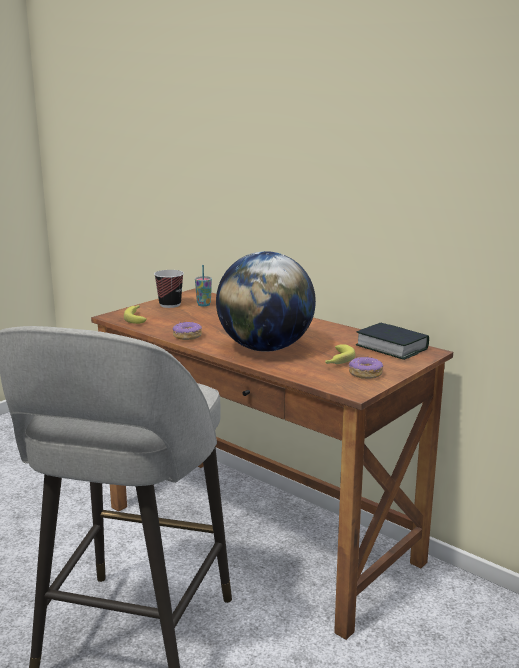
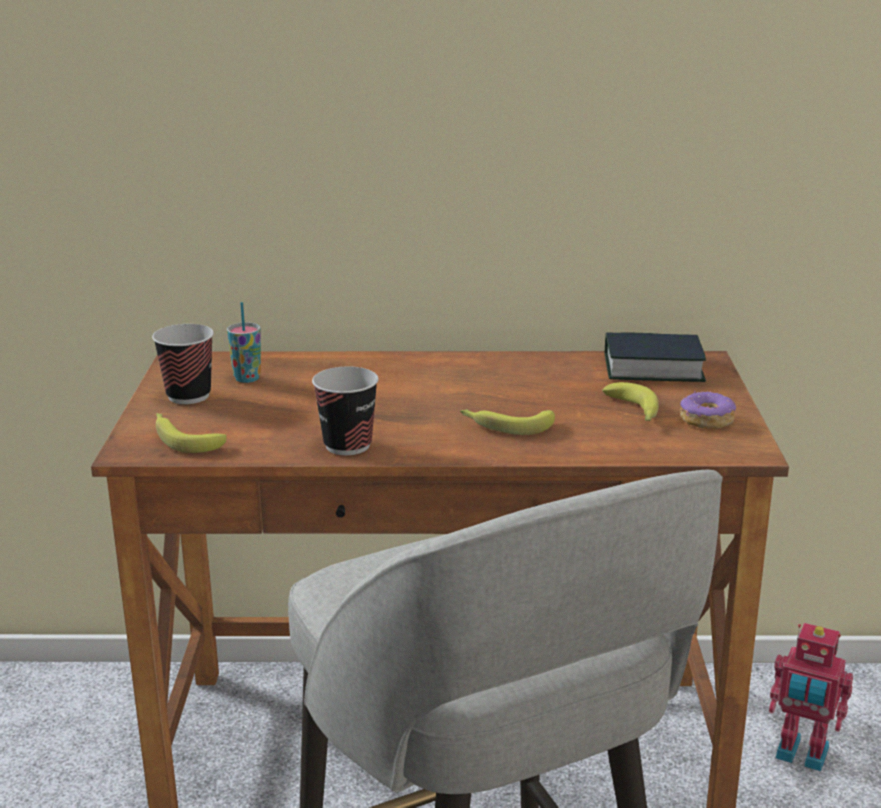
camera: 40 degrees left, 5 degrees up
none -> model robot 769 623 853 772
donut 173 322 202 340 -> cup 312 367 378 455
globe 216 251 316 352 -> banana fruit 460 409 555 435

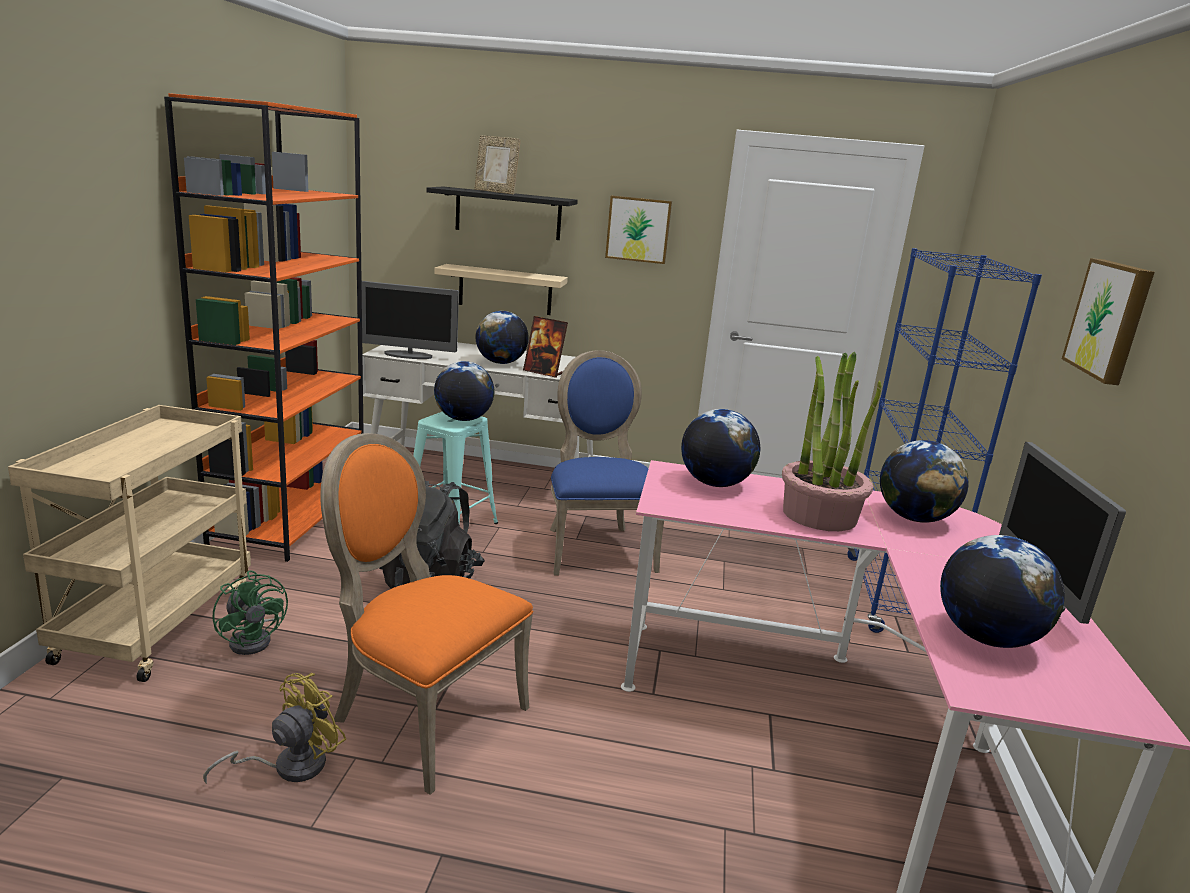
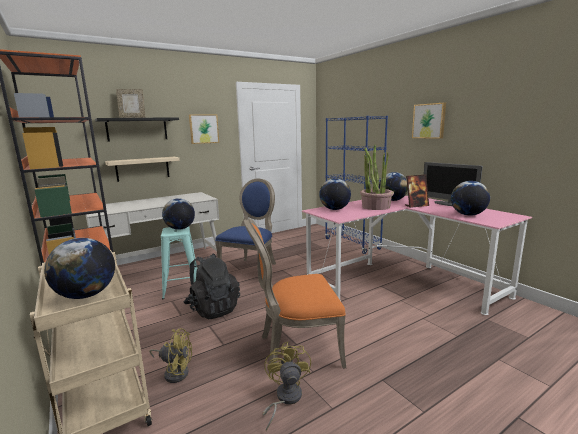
camera: 40 degrees left, 5 degrees down
computer screen 362 281 459 359 -> none
globe 476 311 529 364 -> globe 44 238 115 299, move
standing frame 523 316 568 378 -> standing frame 405 175 429 208, move
green electric fan 213 570 288 655 -> yellowish electric fan 149 328 192 383
bluish plain chair 550 350 664 576 -> bluish plain chair 215 178 276 265, 75 degrees clockwise

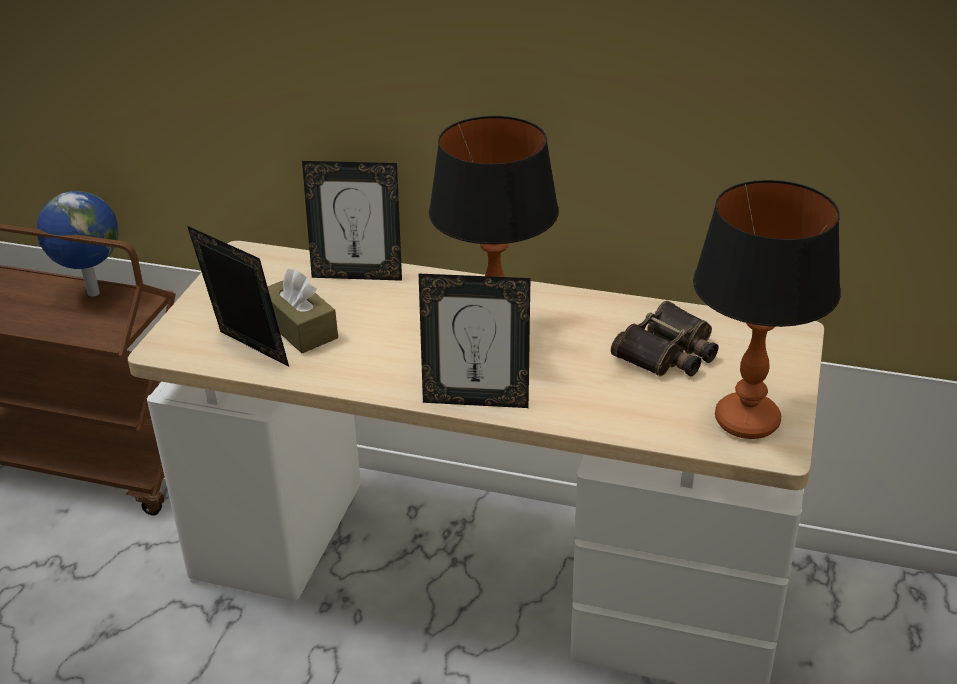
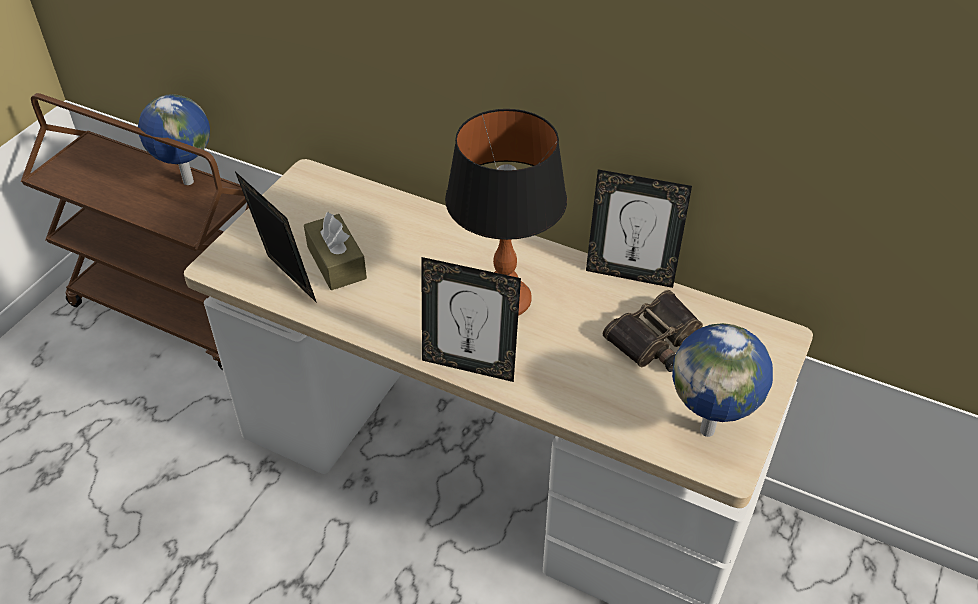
camera: 10 degrees right, 10 degrees up
standing frame 302 161 402 281 -> standing frame 586 169 692 288, move
table lamp 693 180 841 439 -> globe 672 323 773 437

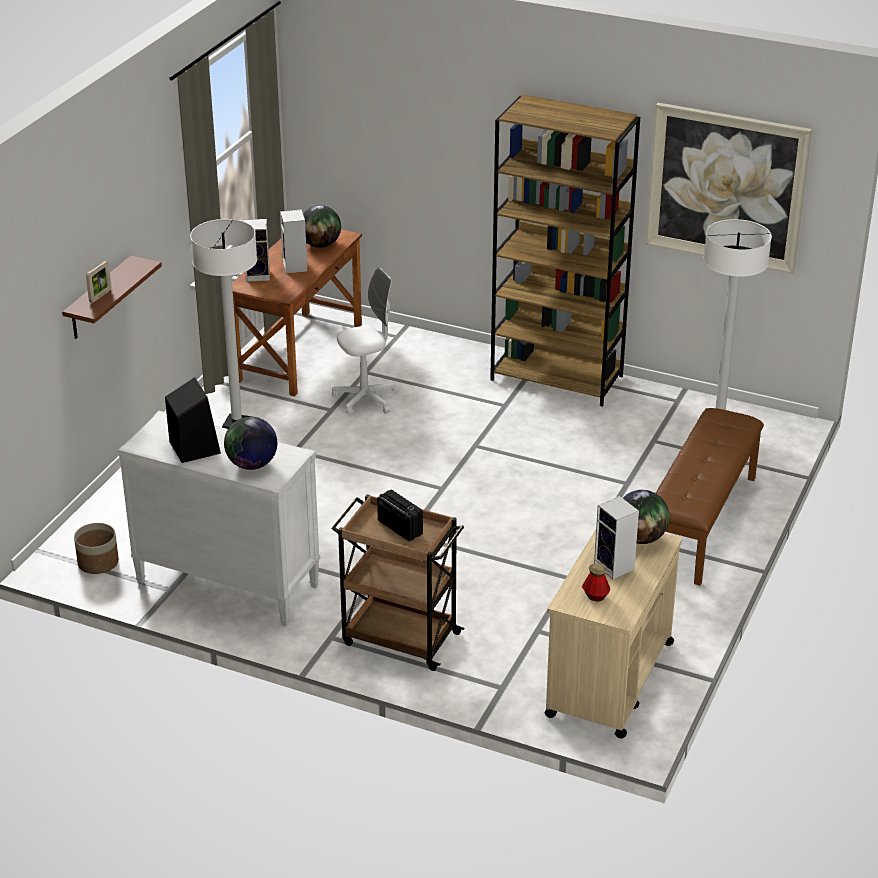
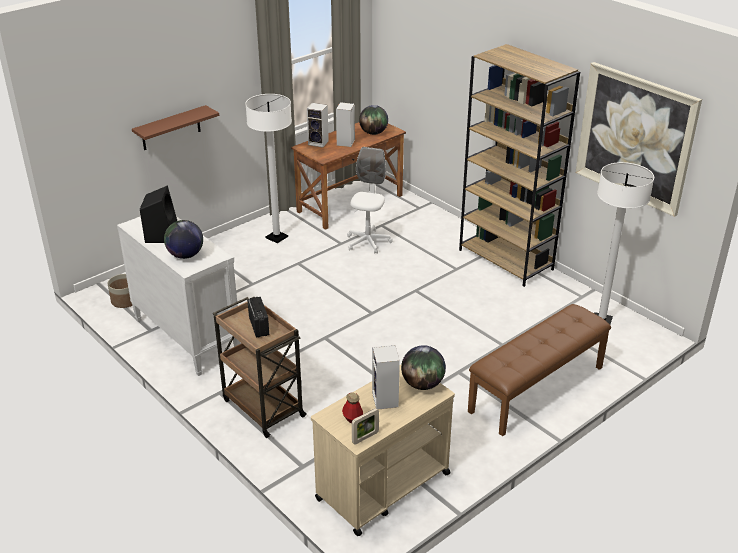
camera: 25 degrees right, 0 degrees up
standing frame 86 261 111 302 -> standing frame 352 408 379 444, move
white office chair 332 267 399 416 -> white office chair 347 147 393 254, 75 degrees counterclockwise

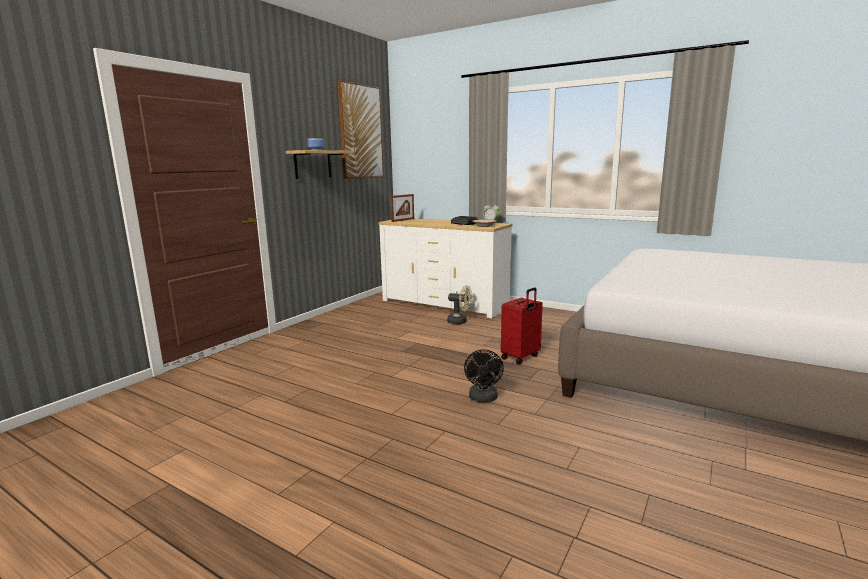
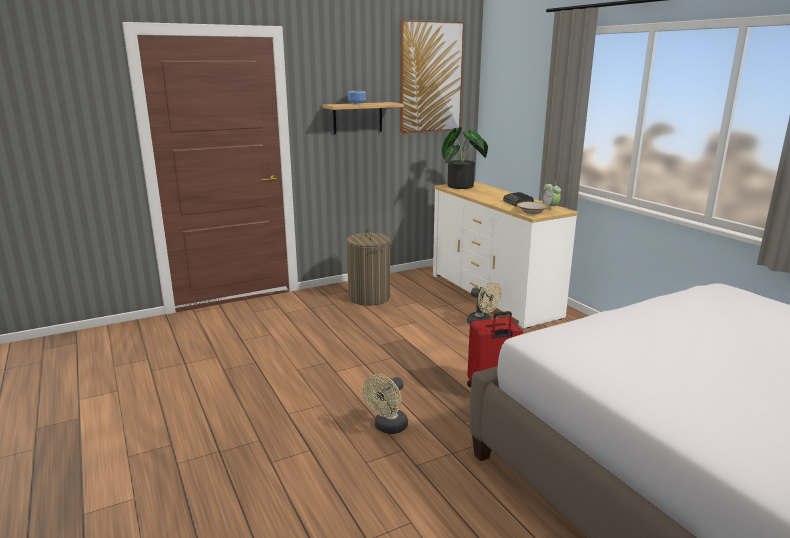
camera: 30 degrees right, 5 degrees up
none -> hamper 346 229 391 306
standing frame 391 194 414 222 -> potted plant 442 127 488 189
blackish electric fan 464 349 504 402 -> beige-coloured electric fan 363 374 408 434

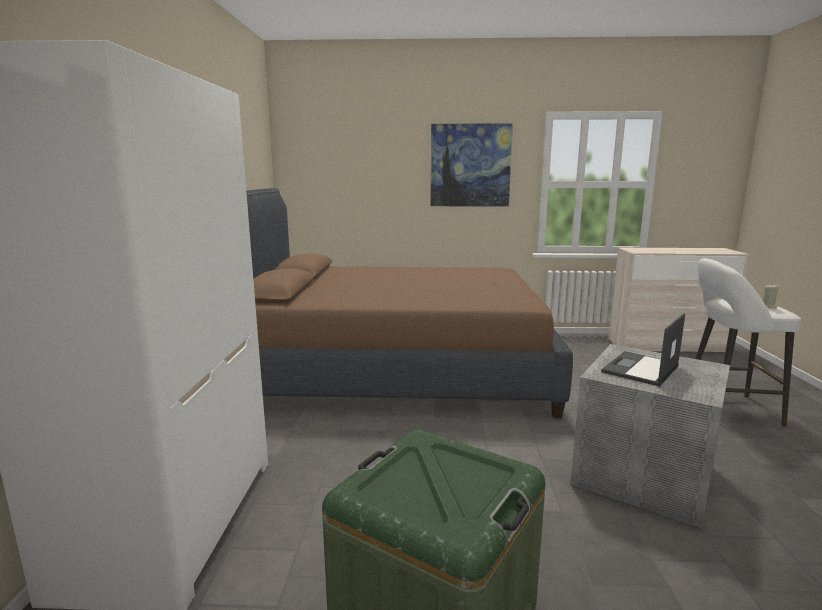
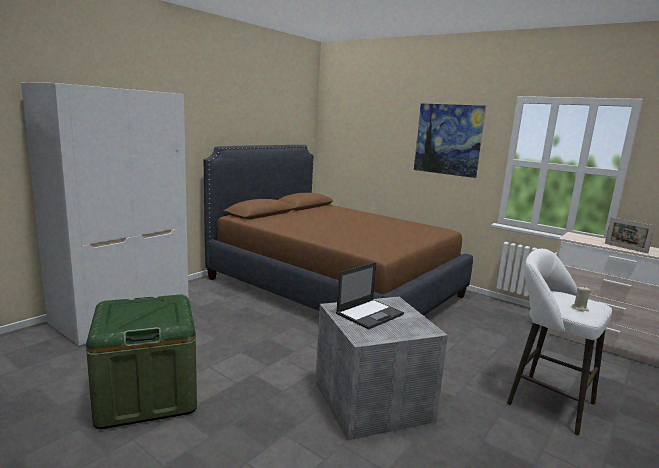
camera: 35 degrees right, 0 degrees up
none -> standing frame 605 217 655 253
laptop 601 313 685 387 -> laptop 336 262 404 330, 150 degrees clockwise

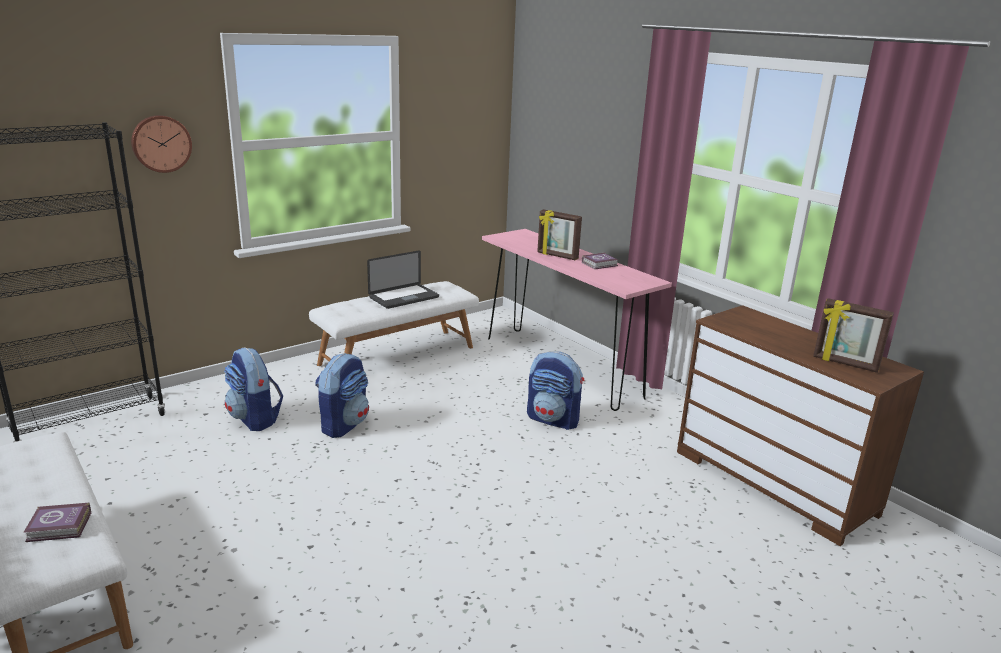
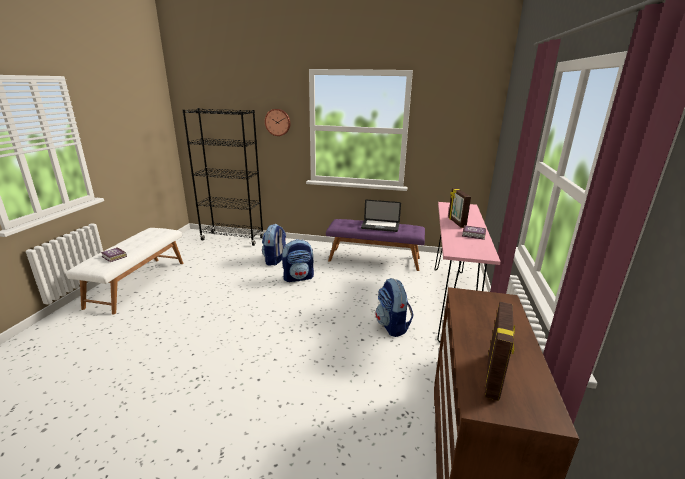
camera: 50 degrees right, 0 degrees up
white long seat 309 281 479 366 -> purple-coloured long seat 326 219 425 271
standing frame 813 298 894 373 -> standing frame 485 302 515 401, 150 degrees counterclockwise

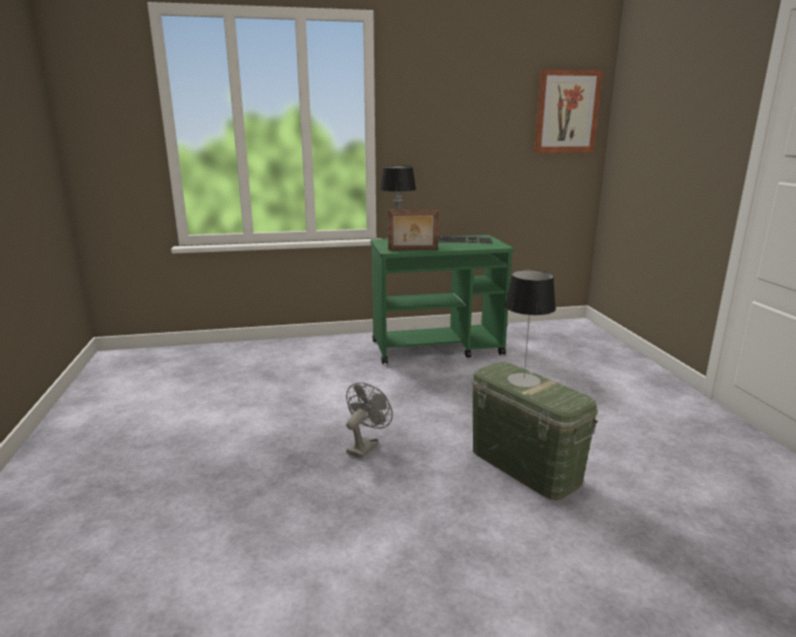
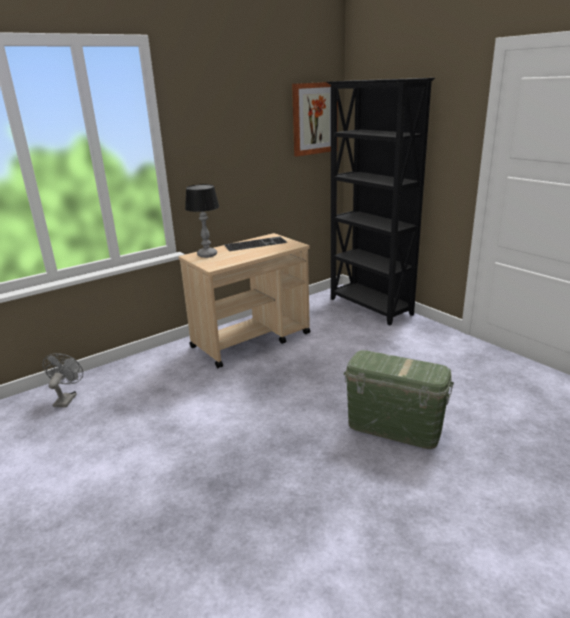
camera: 25 degrees left, 5 degrees up
standing frame 388 210 439 250 -> none
table lamp 505 270 556 387 -> none
none -> blackish shelving unit 326 78 435 325
greyish electric fan 346 382 393 458 -> greyish electric fan 42 353 83 407, move
green trolley 371 235 514 364 -> beige-coloured trolley 178 233 310 368

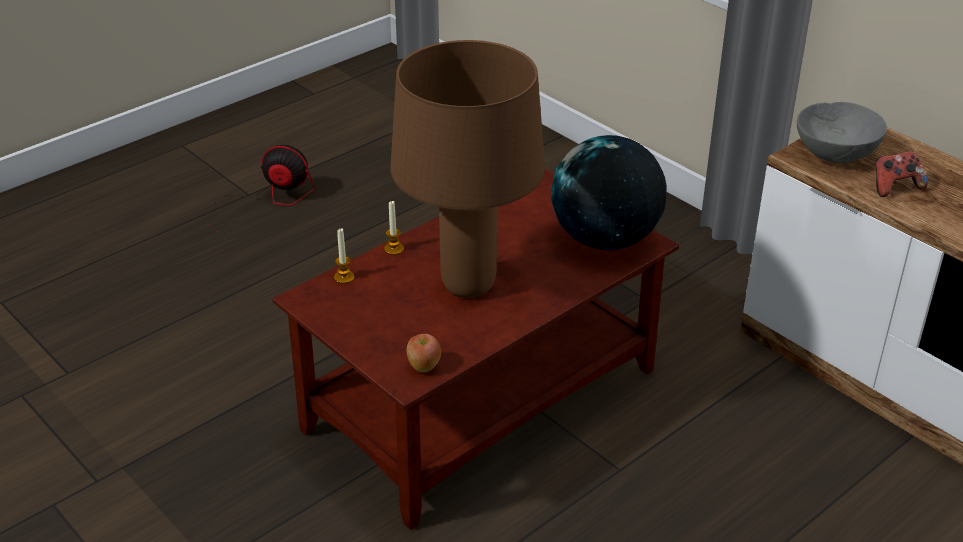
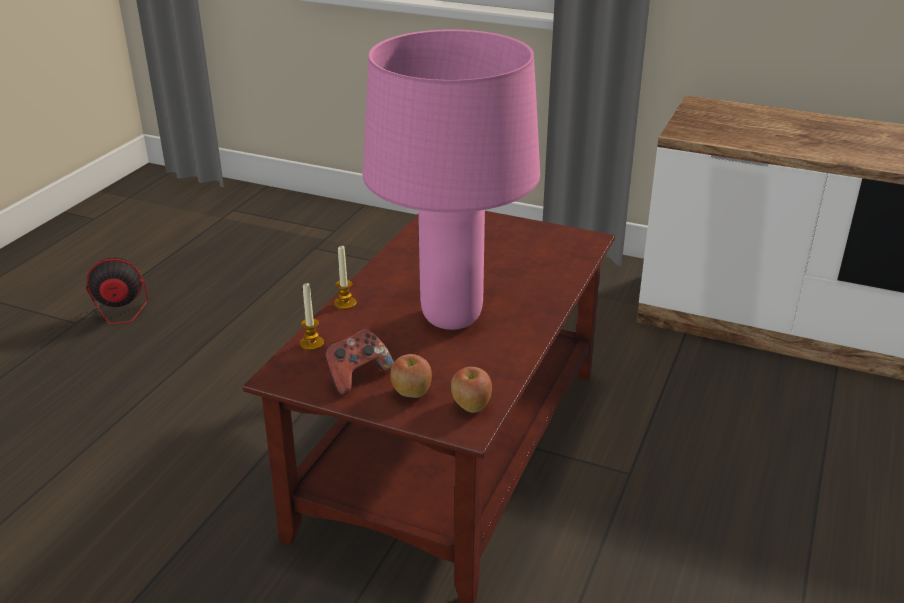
camera: 25 degrees left, 5 degrees down
globe 551 135 666 251 -> none
greyish serving bowl 797 102 887 163 -> none
none -> whole apple 390 354 432 398
joypad 876 151 928 197 -> joypad 325 329 394 395, move
brown-coloured table lamp 391 40 545 298 -> pinkish table lamp 363 30 540 330

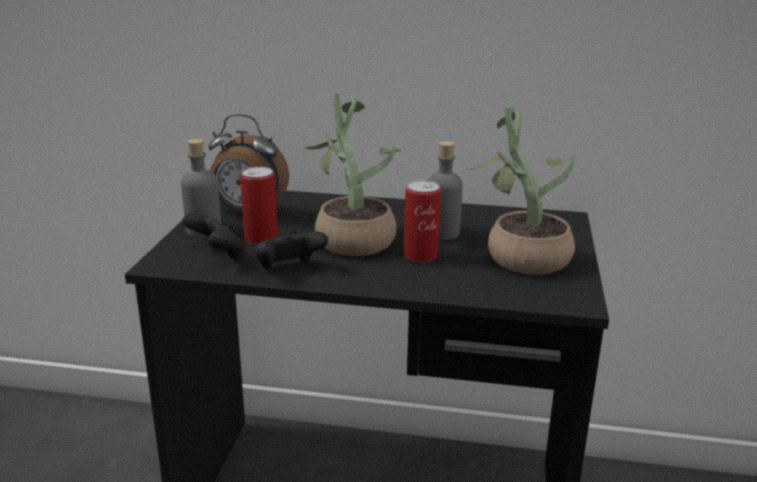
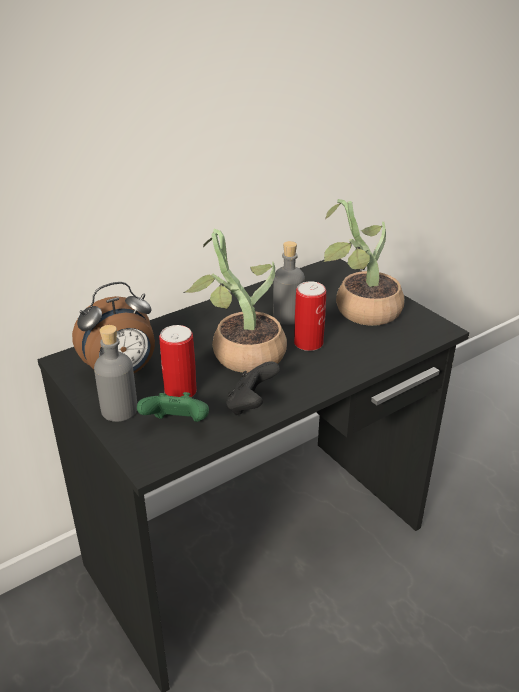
camera: 45 degrees left, 10 degrees up
blackish joypad 183 213 245 259 -> green joypad 137 392 209 422

